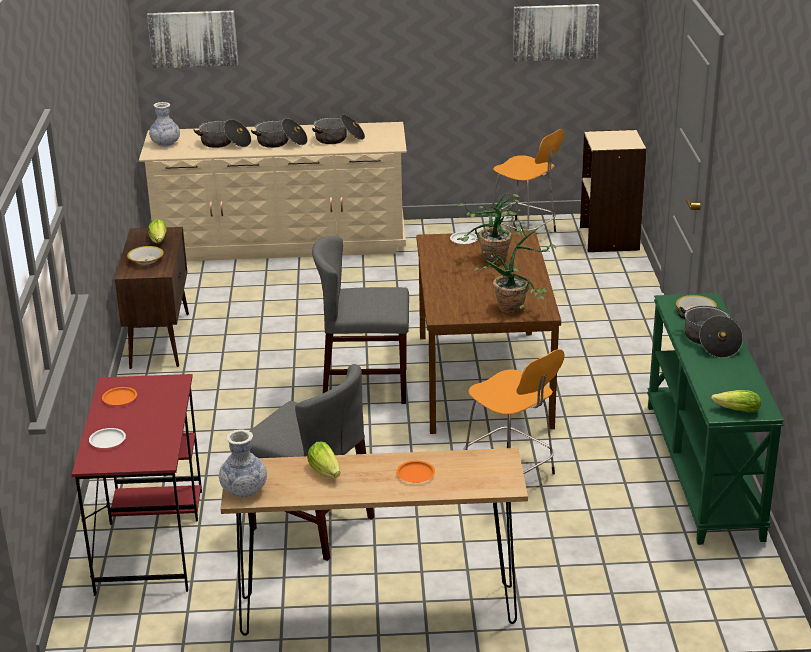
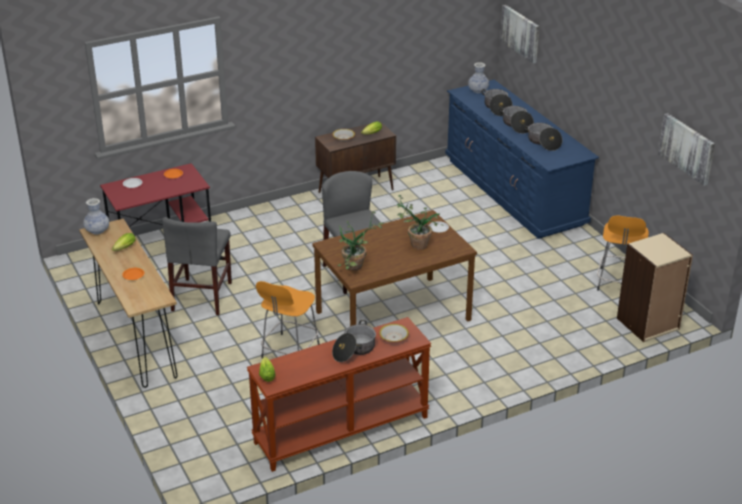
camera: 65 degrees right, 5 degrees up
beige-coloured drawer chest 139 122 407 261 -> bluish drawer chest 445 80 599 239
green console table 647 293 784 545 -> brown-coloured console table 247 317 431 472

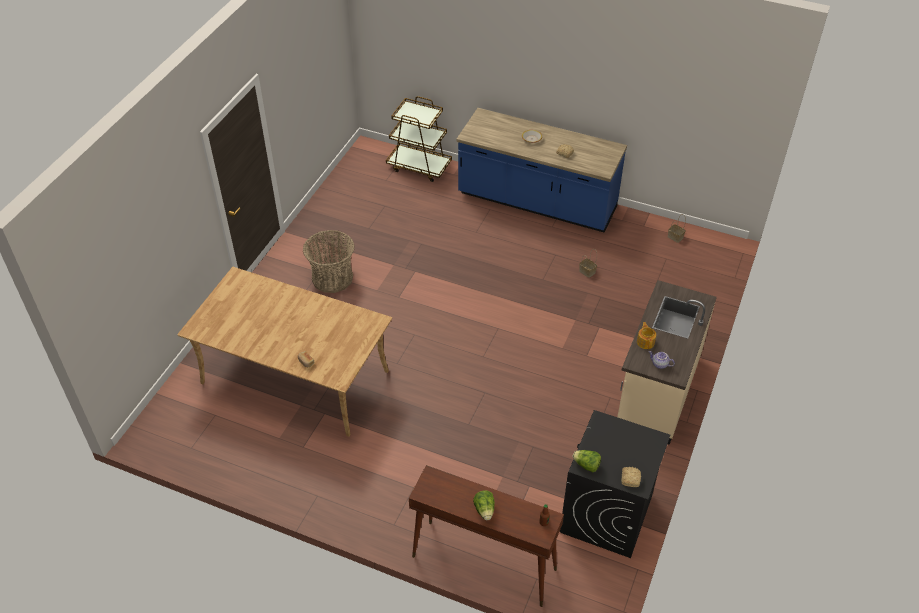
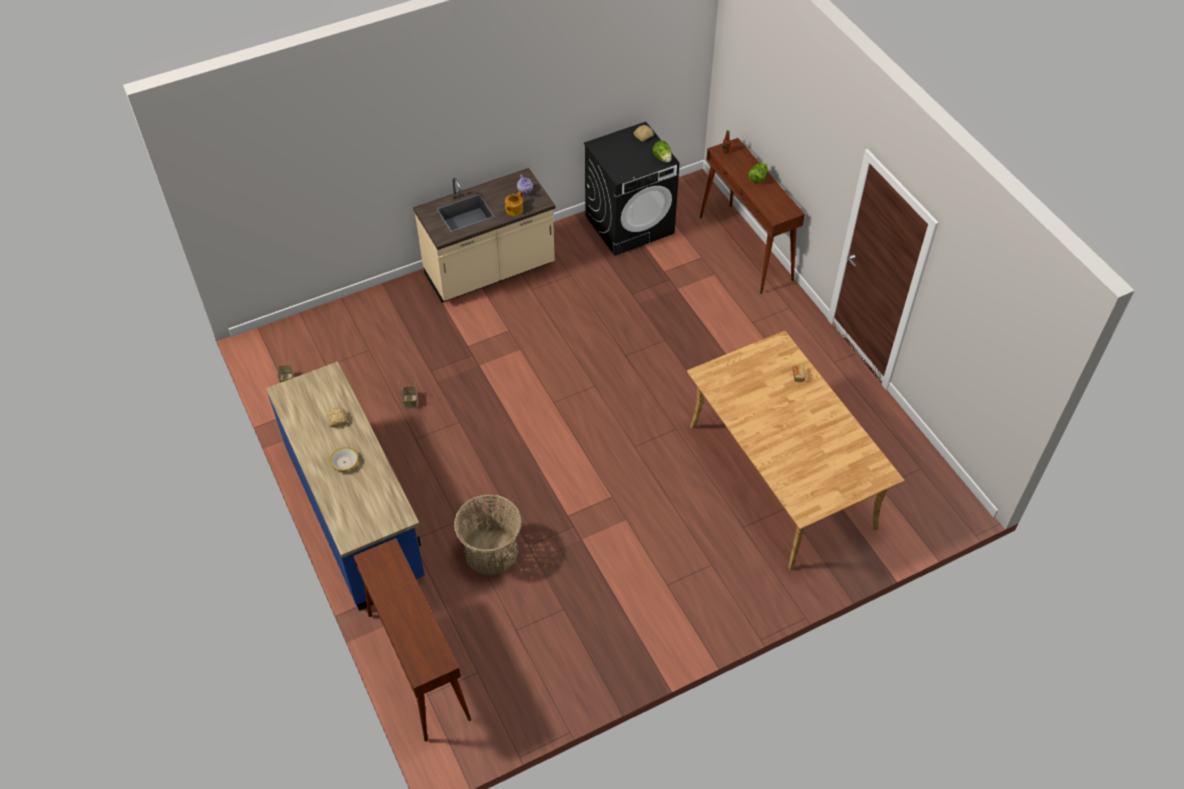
camera: 140 degrees left, 5 degrees up
household basket 303 230 354 293 -> household basket 454 494 522 576, move
brown-coloured trolley 386 96 452 182 -> brown-coloured console table 353 538 471 742

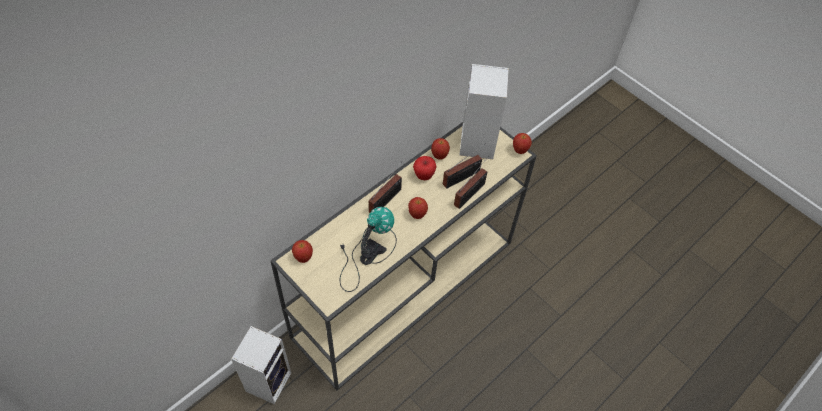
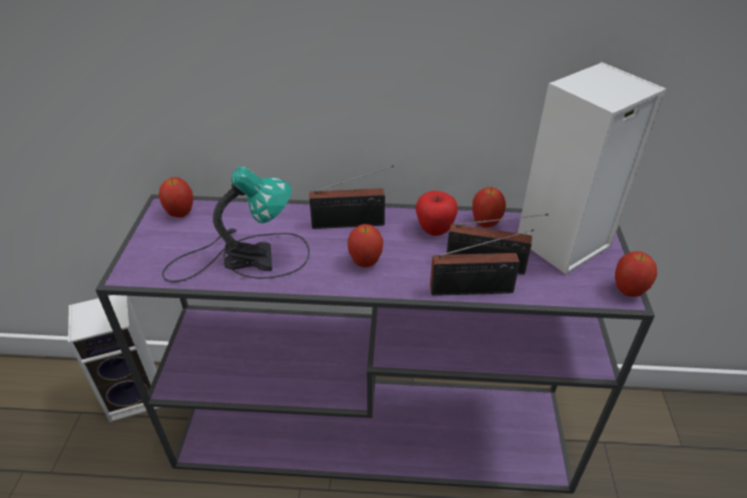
camera: 50 degrees right, 15 degrees down
beige-coloured console table 270 122 537 390 -> purple-coloured console table 95 194 655 493

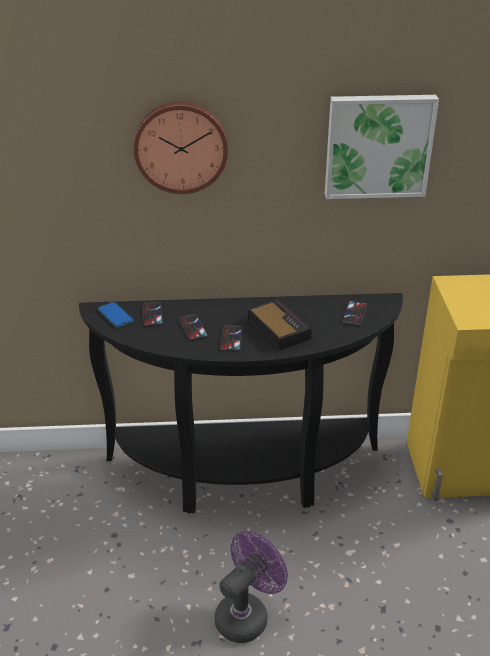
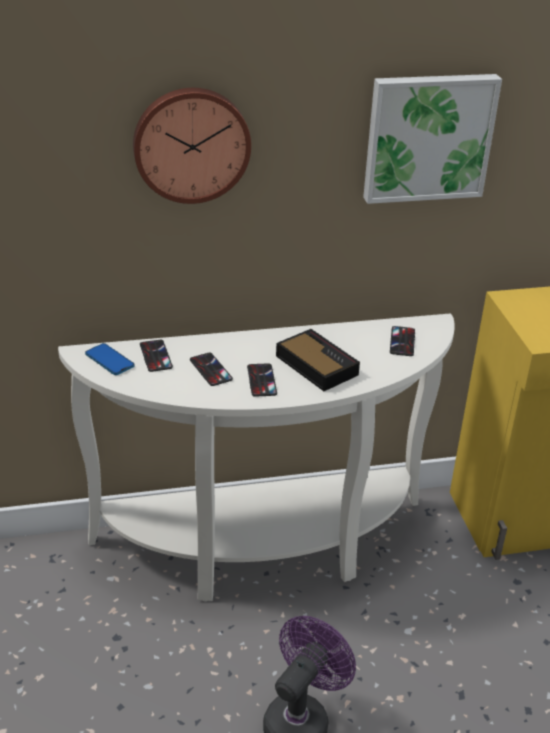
camera: 10 degrees left, 0 degrees up
blackish console table 79 293 403 513 -> white console table 58 313 455 602

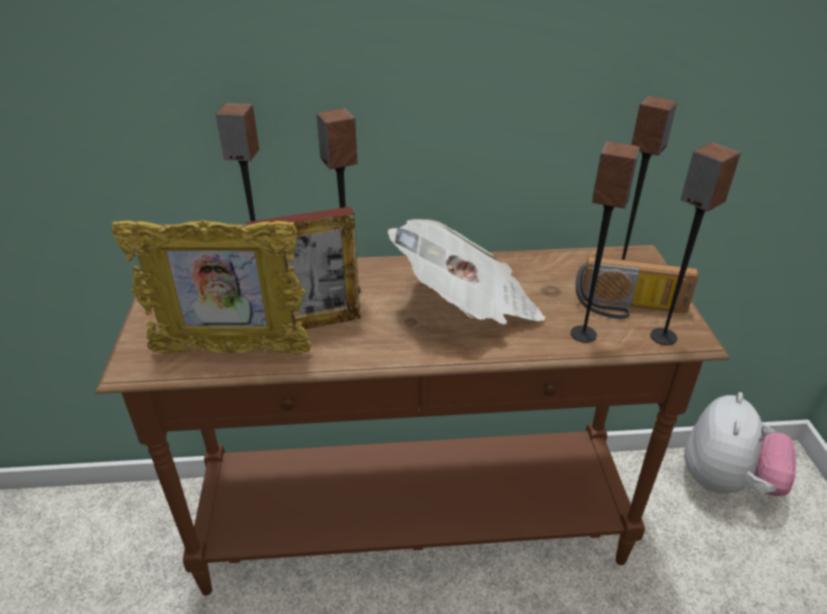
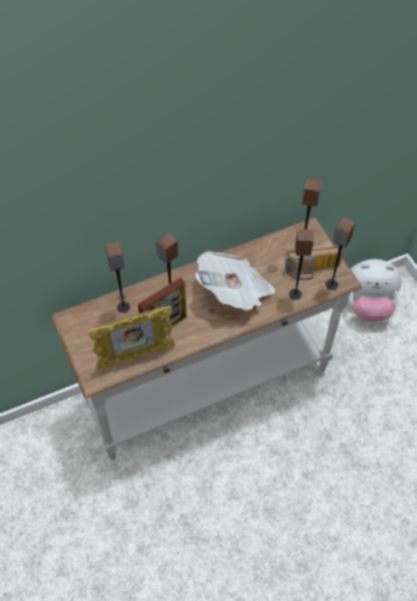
camera: 20 degrees left, 20 degrees up
brown-coloured console table 96 245 729 596 -> white console table 51 218 362 460
soft toy 684 392 796 496 -> soft toy 349 259 402 322, 90 degrees clockwise

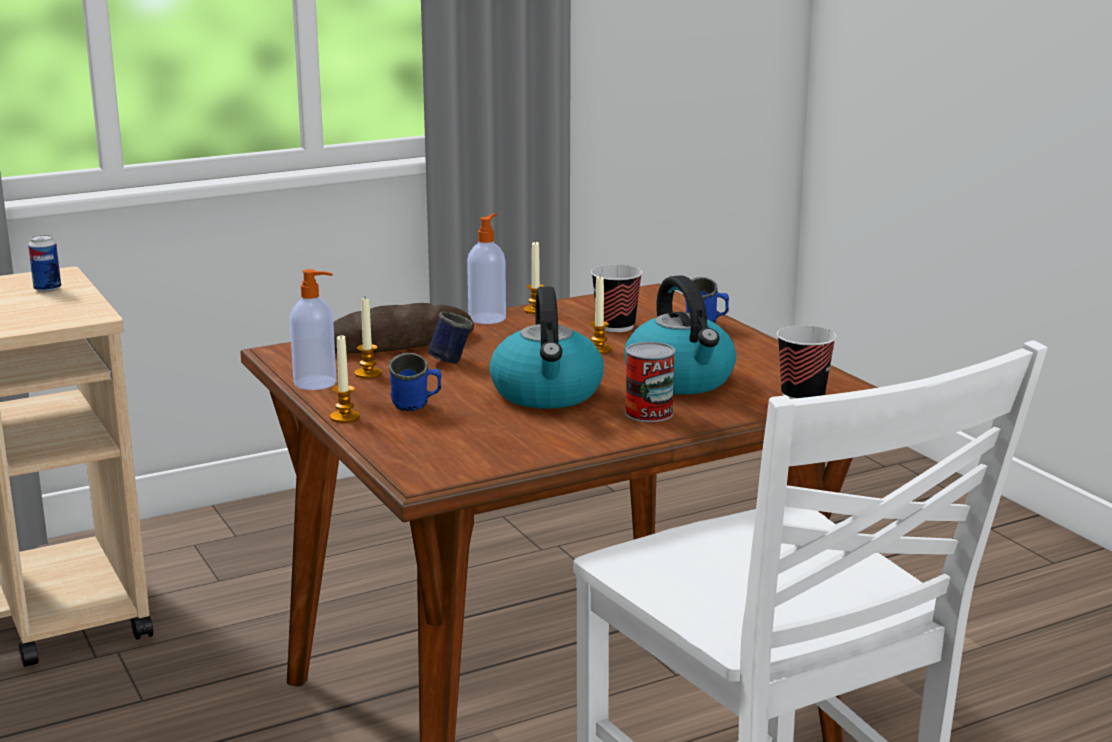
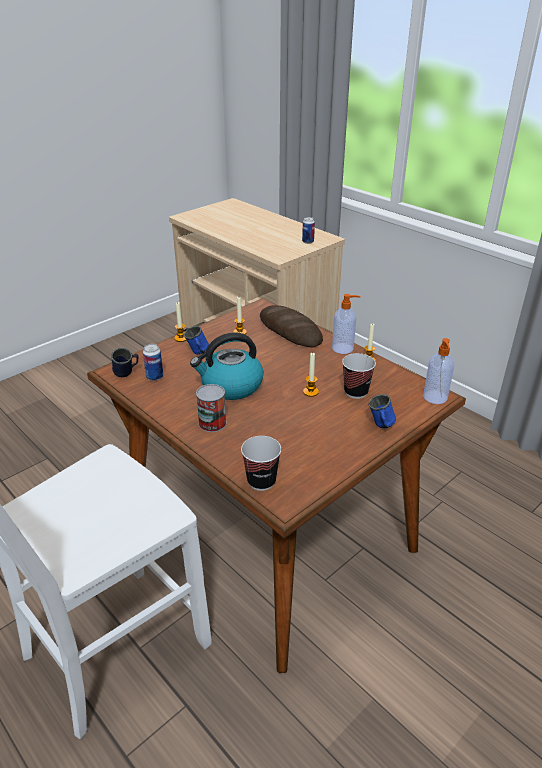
camera: 75 degrees right, 15 degrees up
tea kettle 624 275 736 395 -> none
none -> metal can 143 344 163 381
liquid soap bottle 290 269 337 390 -> liquid soap bottle 423 338 454 404, move
bluish mug 427 312 473 364 -> bluish mug 111 348 139 377, move

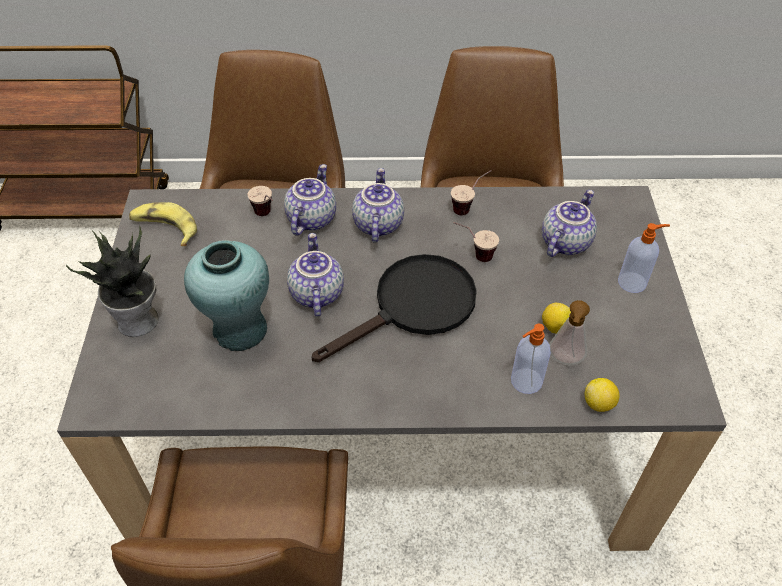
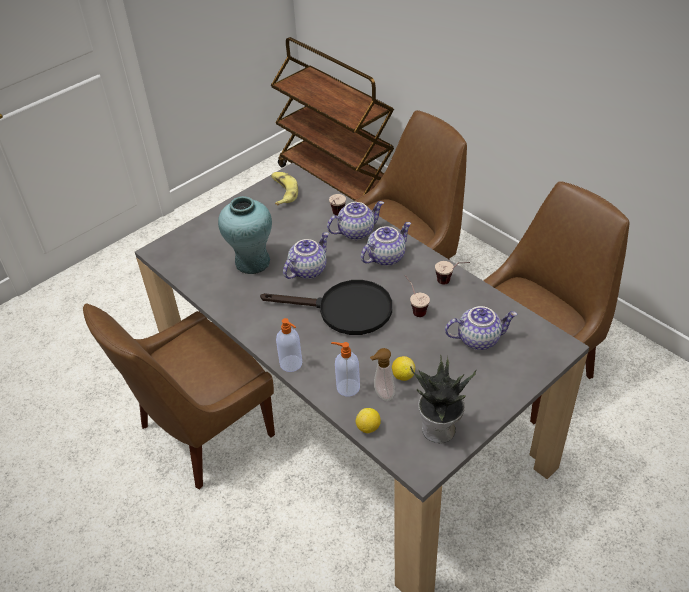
camera: 50 degrees right, 5 degrees down
potted plant 66 227 158 337 -> potted plant 410 354 476 443, move
liquid soap bottle 618 223 670 293 -> liquid soap bottle 276 318 302 372, move

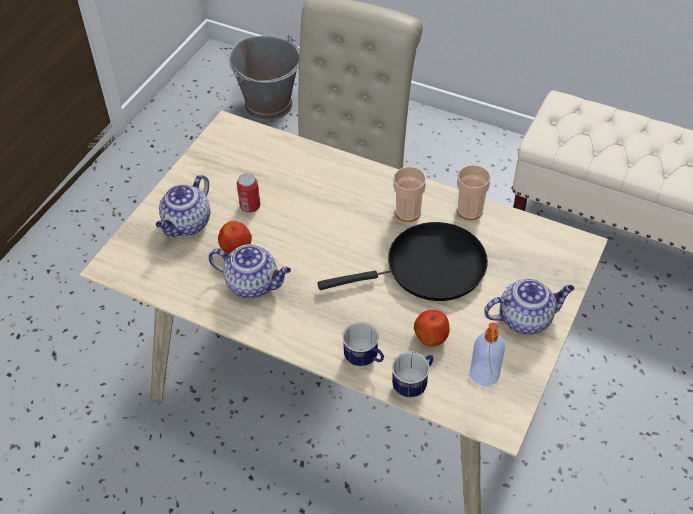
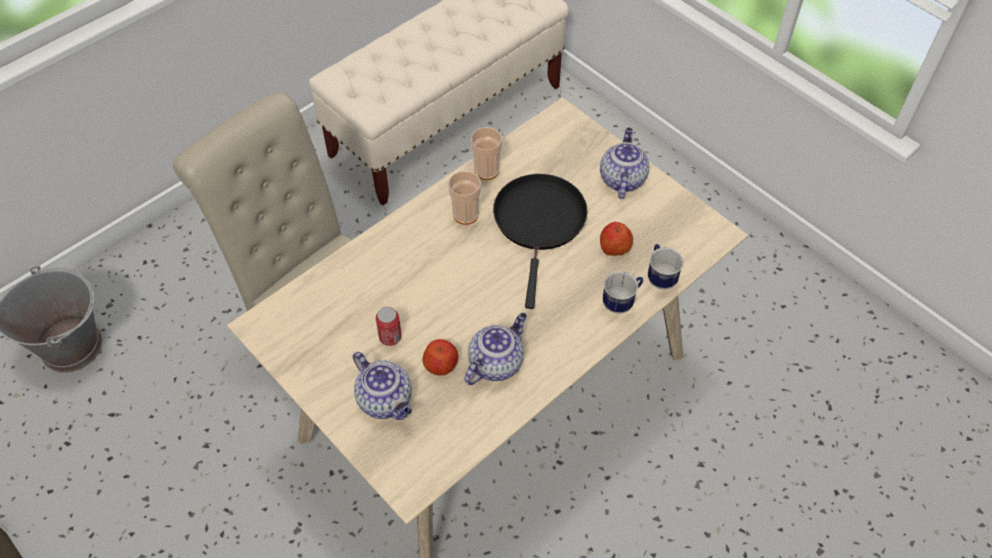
camera: 70 degrees left, 5 degrees up
liquid soap bottle 470 322 505 386 -> none

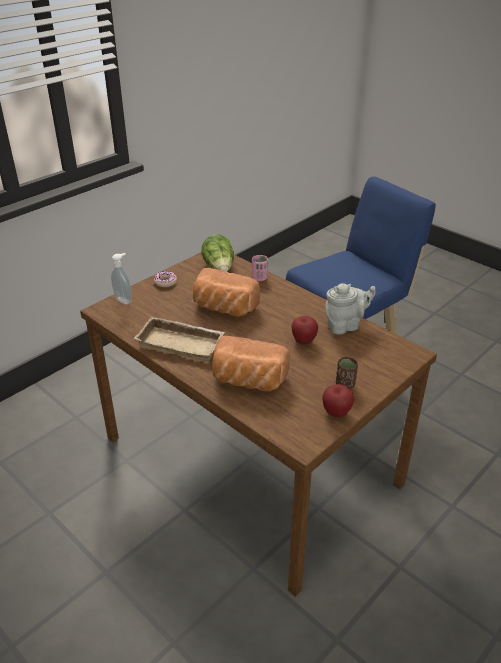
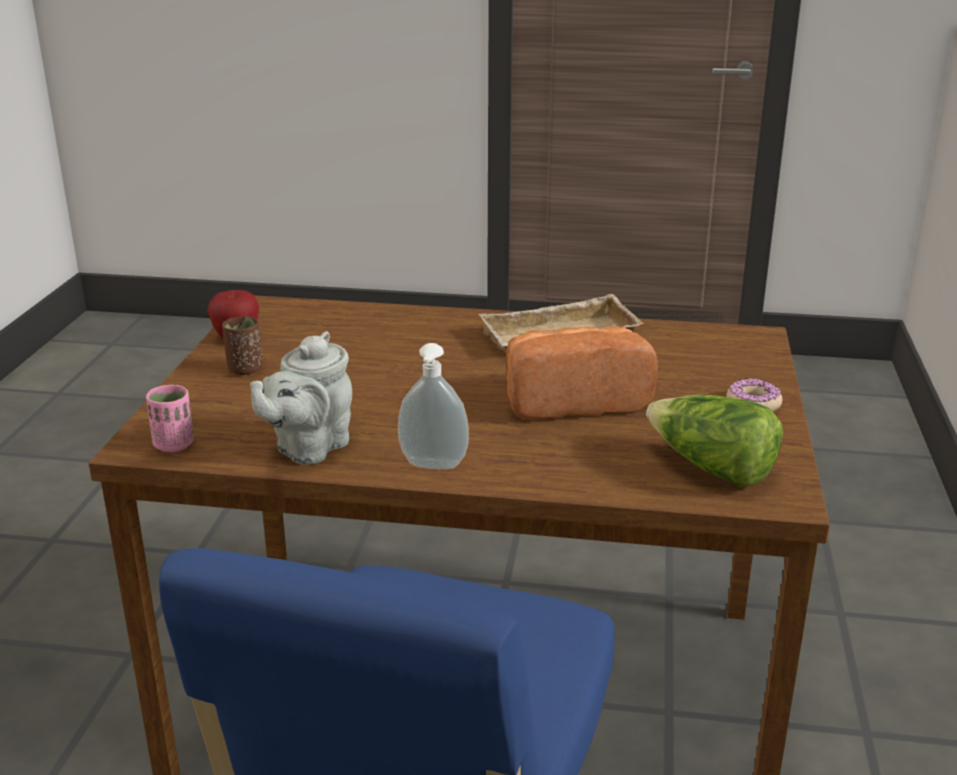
camera: 145 degrees right, 10 degrees down
bakery bread 212 336 290 392 -> none
whole apple 292 316 318 344 -> none
liquid soap bottle 111 253 132 304 -> liquid soap bottle 398 343 469 470, move
pinkish cup 252 255 268 281 -> pinkish cup 146 385 193 452, move

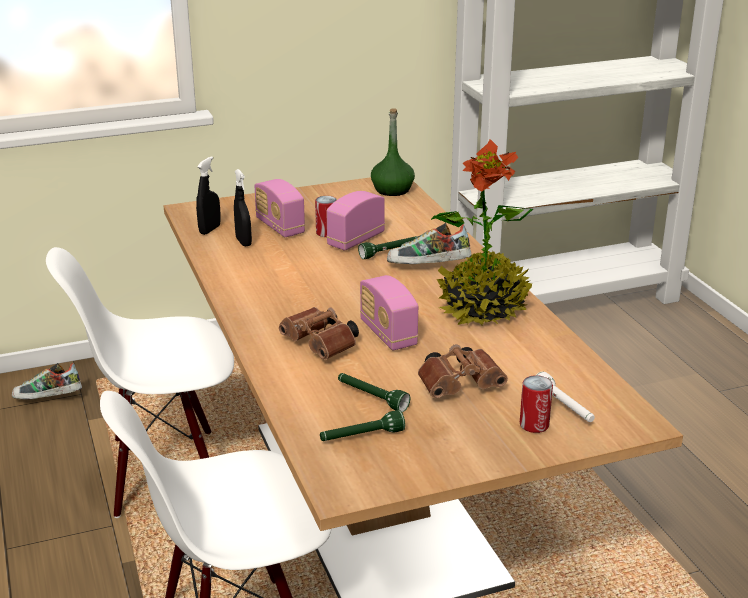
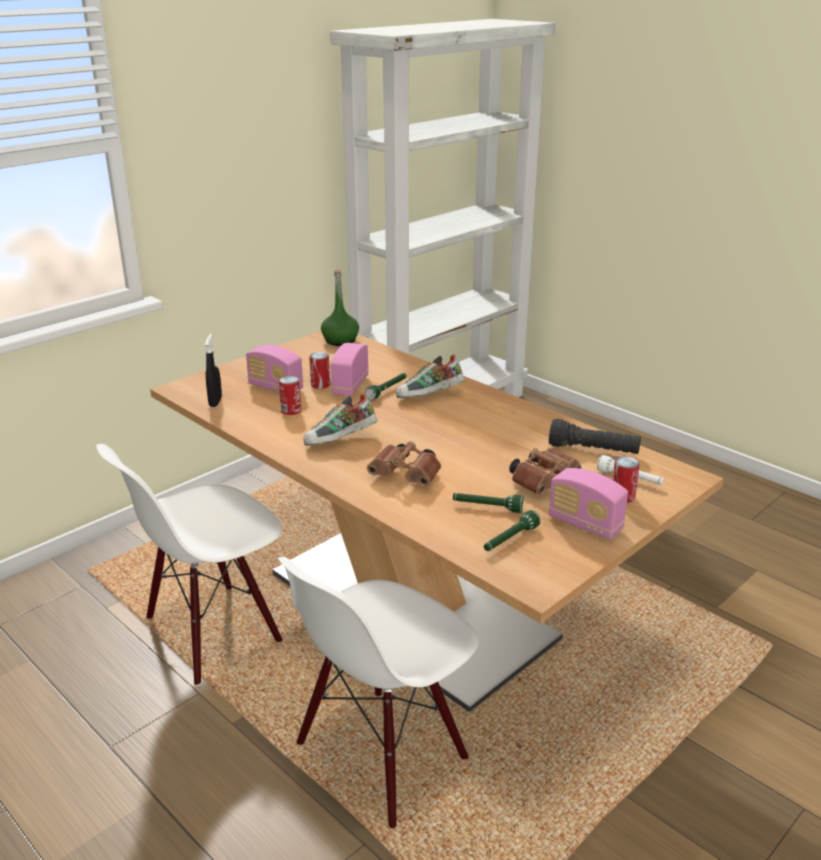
camera: 25 degrees left, 0 degrees up
blackish sprayer 234 169 252 247 -> none
potted plant 431 139 533 326 -> none
none -> metal can 279 376 301 415
none -> blackish flashlight 549 419 641 454
shoe 12 363 82 399 -> shoe 303 393 378 446, move
radio receiver 360 275 418 350 -> radio receiver 548 468 628 540, move

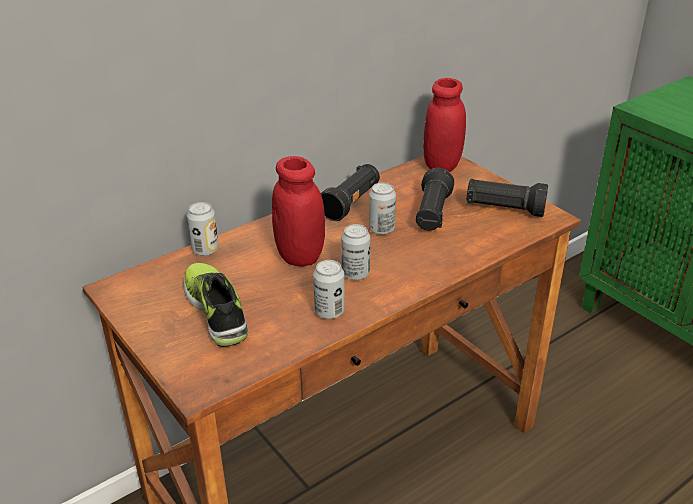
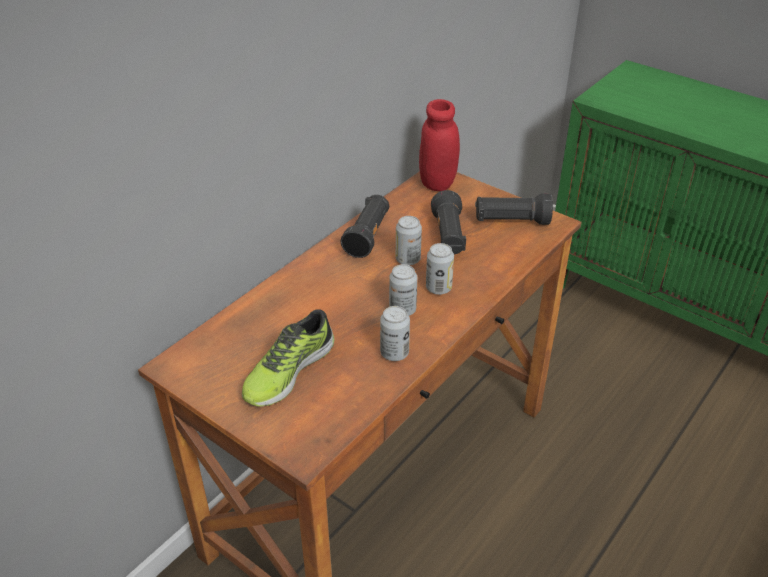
camera: 15 degrees left, 5 degrees up
red jar 272 156 325 267 -> none
metal can 187 202 219 256 -> metal can 426 243 454 295, move
shoe 184 263 248 347 -> shoe 242 309 334 407, 105 degrees counterclockwise

